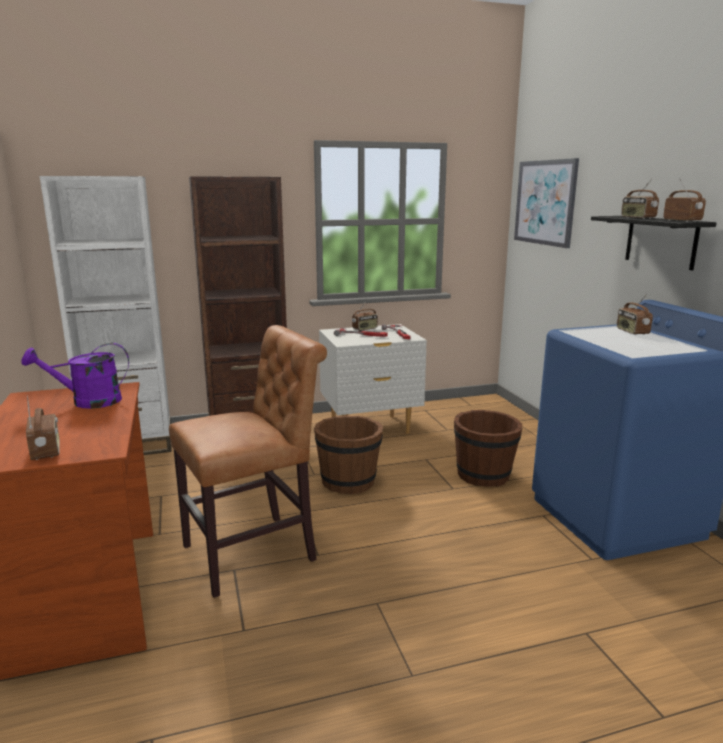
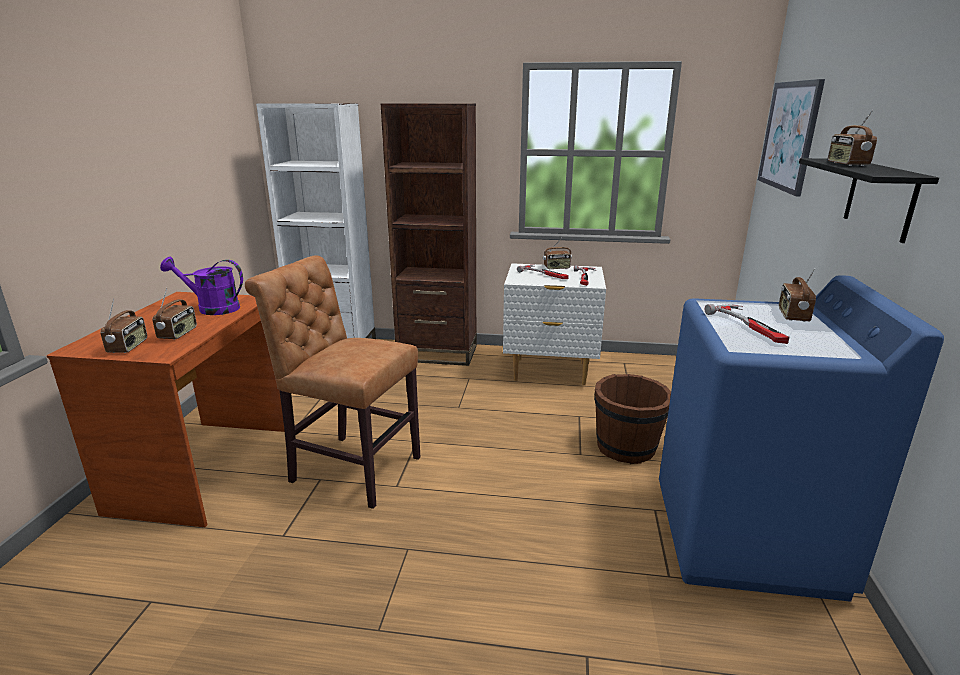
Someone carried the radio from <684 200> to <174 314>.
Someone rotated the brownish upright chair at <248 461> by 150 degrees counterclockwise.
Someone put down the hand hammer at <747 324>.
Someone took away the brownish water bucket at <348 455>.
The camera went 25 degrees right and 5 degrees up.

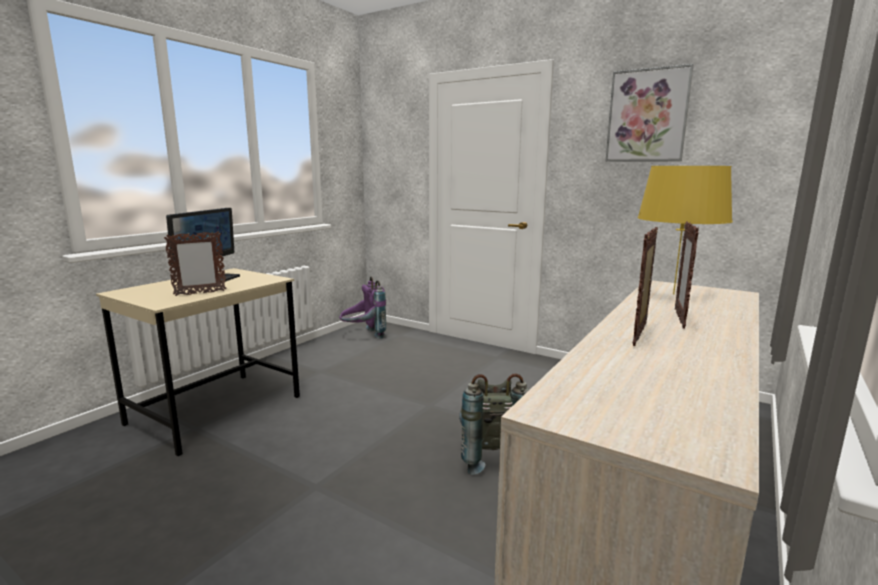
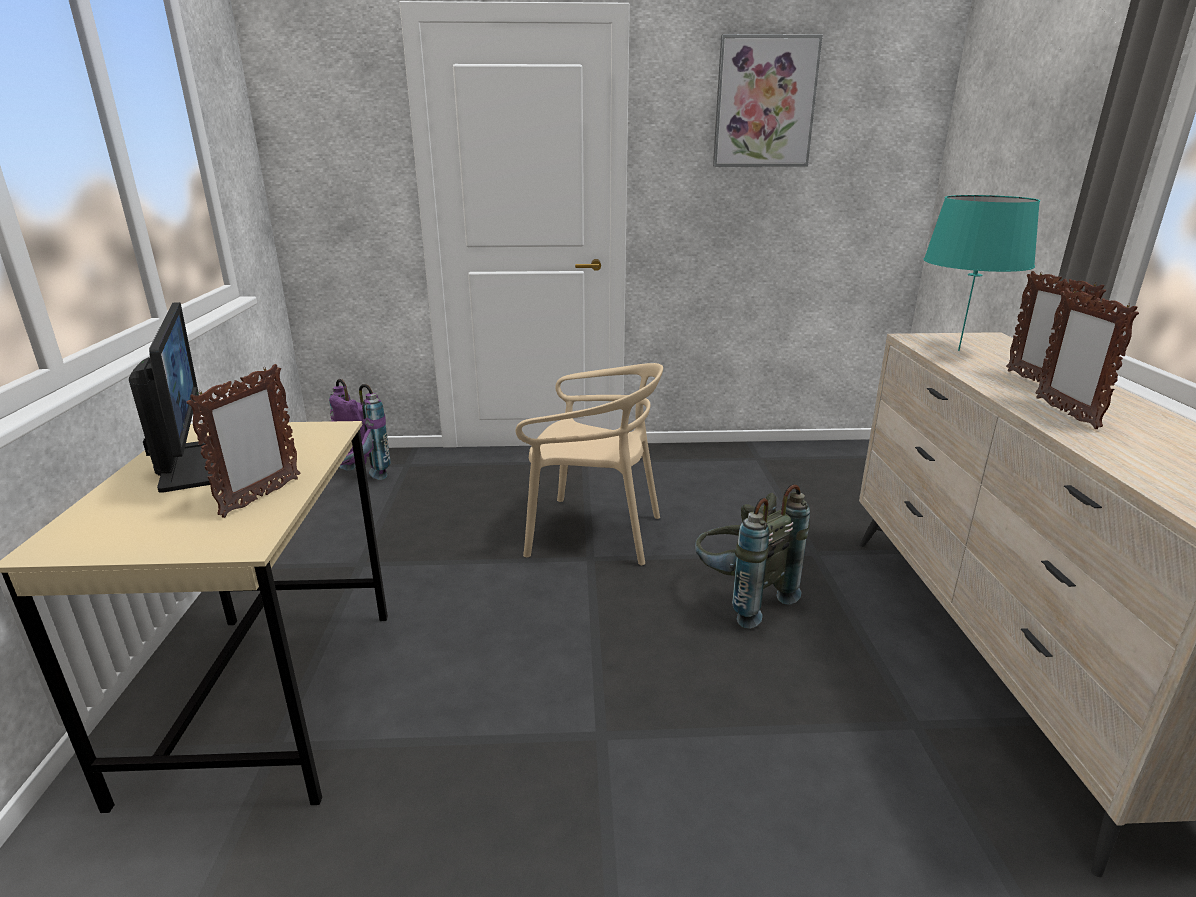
Someone put down the beige upright chair at <589 464>.
Someone repainted the yellow-coloured tabletop lamp at <685 230>, which became the blue-green tabletop lamp at <982 273>.
The camera went 35 degrees left and 10 degrees up.

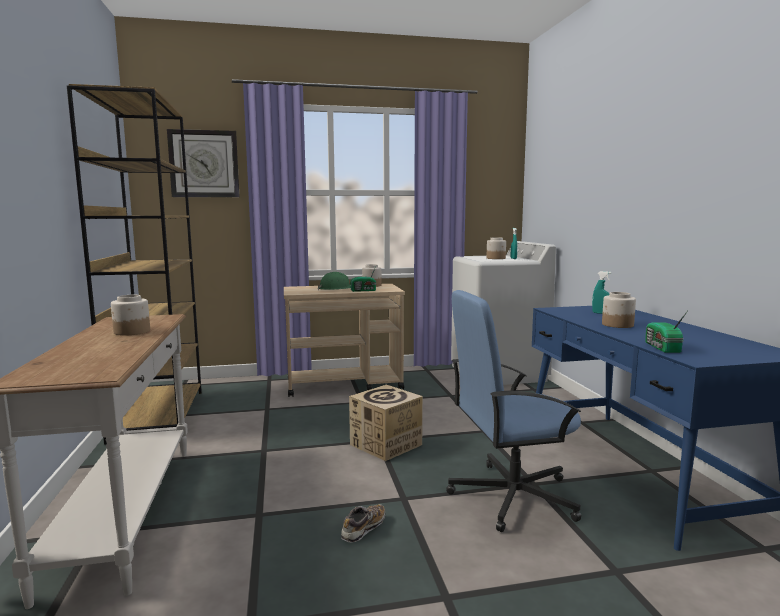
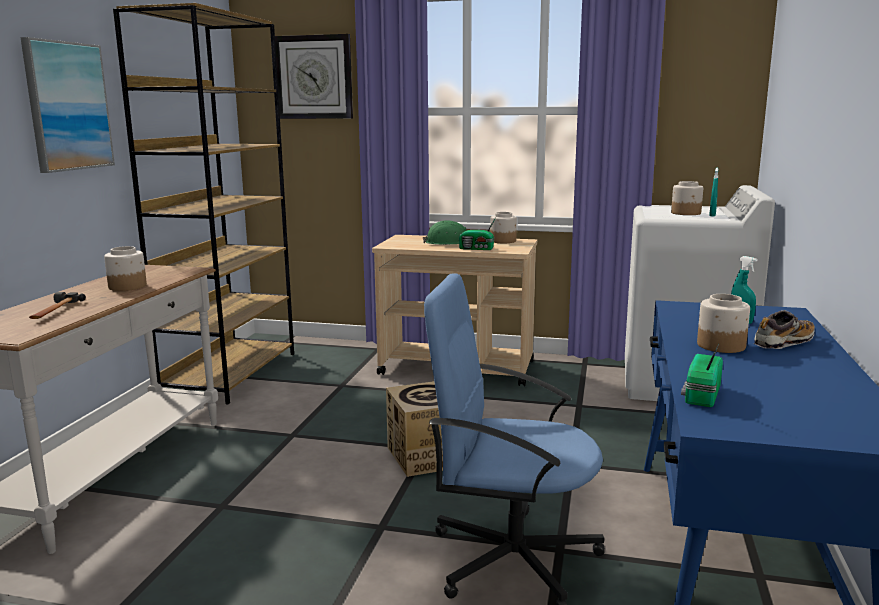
Someone put up the wall art at <67 105>.
Someone put down the hand hammer at <57 305>.
Someone carried the low shoe from <363 523> to <784 329>.
The camera went 25 degrees right and 5 degrees up.

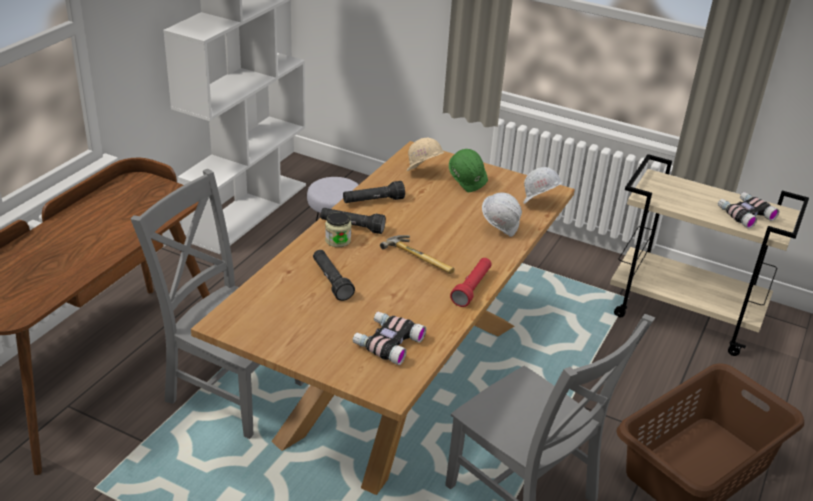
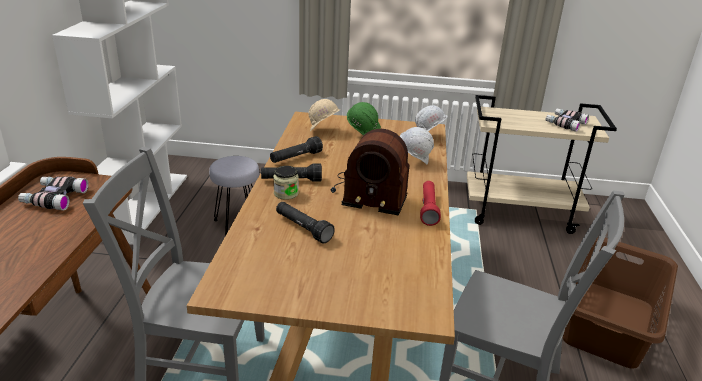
Someone carried the binoculars from <389 338> to <53 193>.
Someone swapped the hand hammer at <417 254> for the radio at <370 172>.
The camera went 20 degrees left and 5 degrees down.

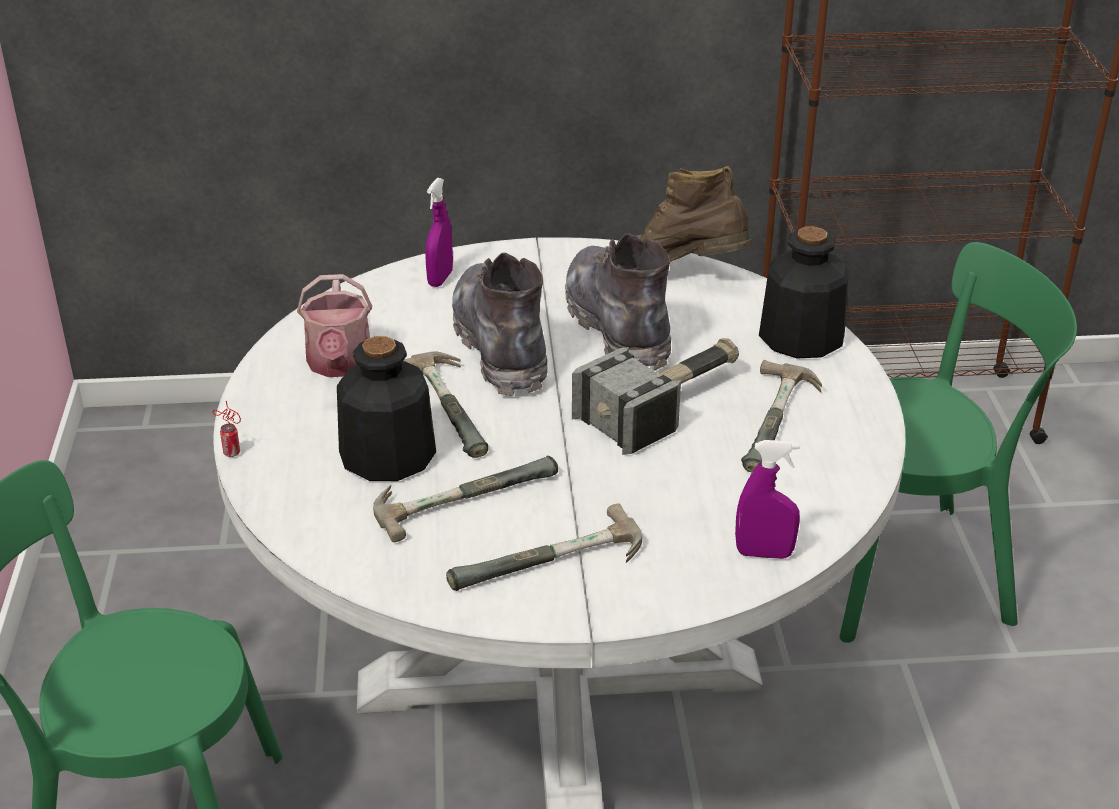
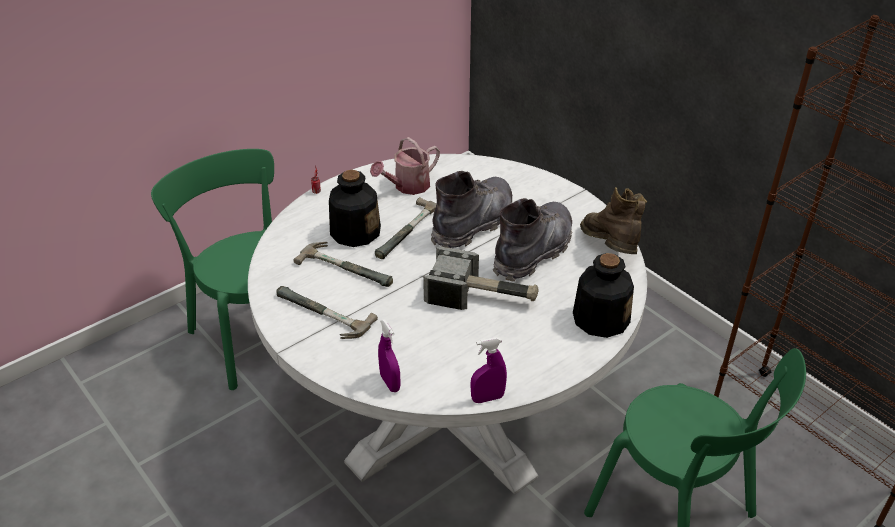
Someone carried the purplish spray bottle from <439 232> to <488 370>.
Someone took away the hand hammer at <781 416>.
The camera went 55 degrees right and 5 degrees up.

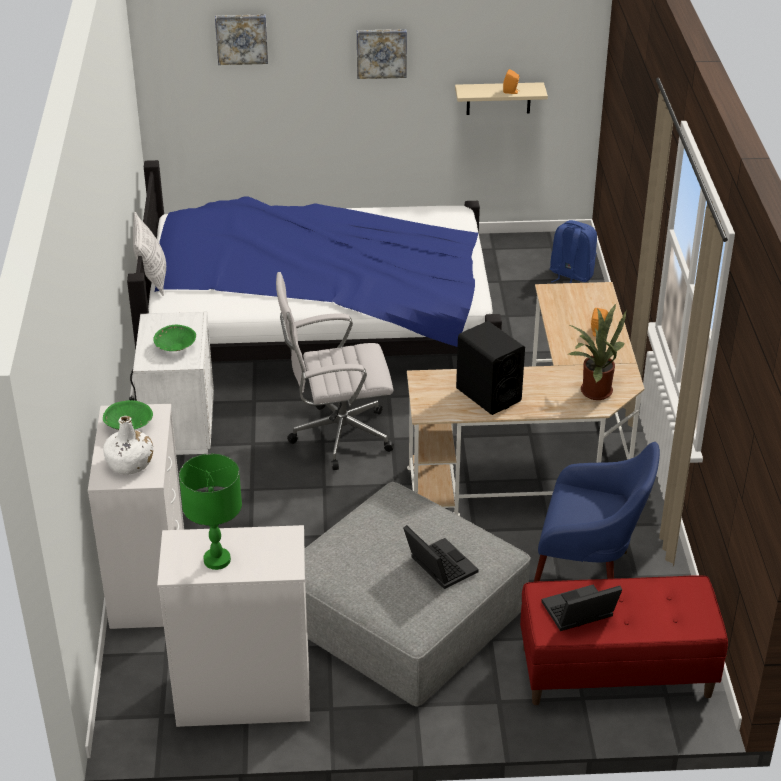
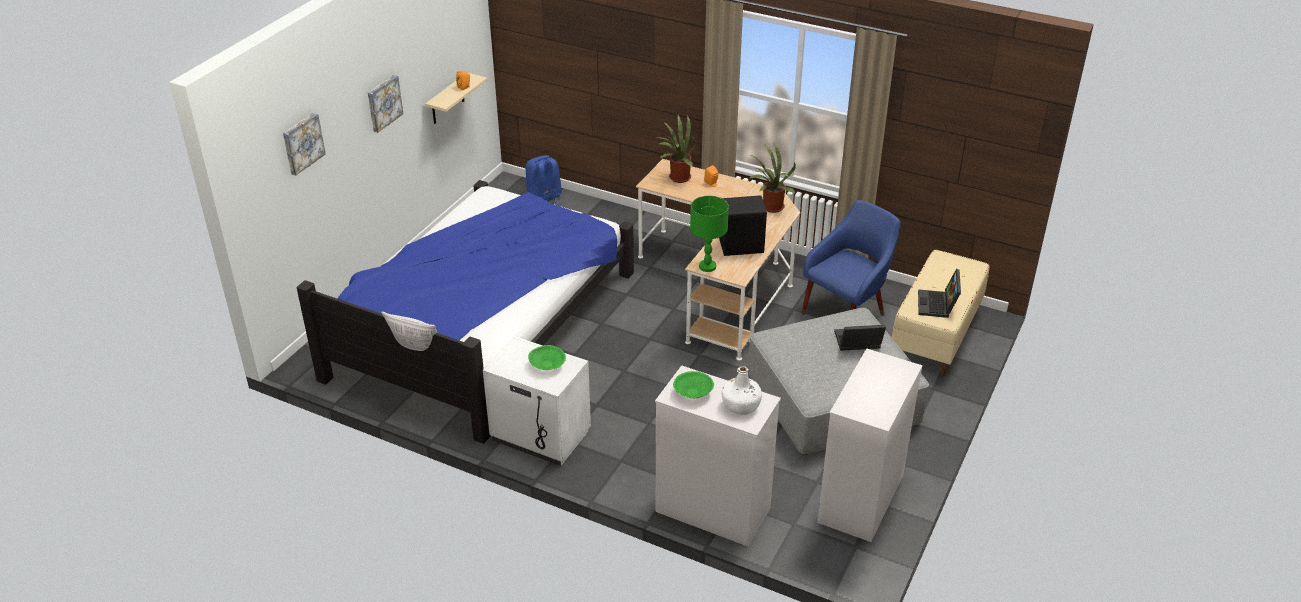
Someone put down the houseplant at <677 149>.
Someone carried the green-coloured tabletop lamp from <210 512> to <709 234>.
Someone repainted the reddish indoor bench at <624 640>, which became the beige indoor bench at <940 313>.
Someone took away the white-coloured desk chair at <335 371>.
The camera went 60 degrees left and 0 degrees up.

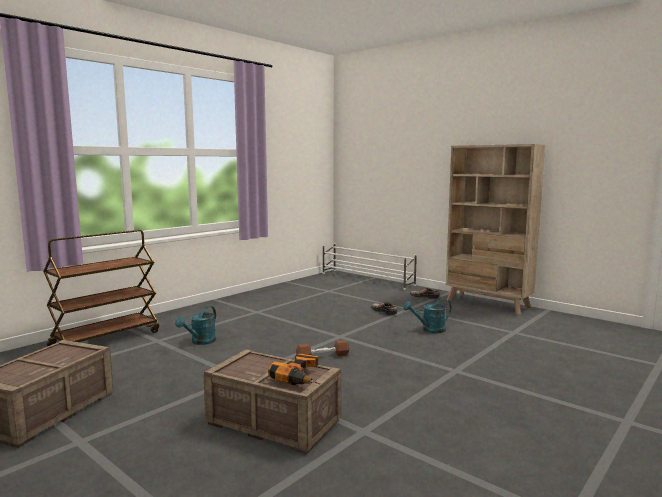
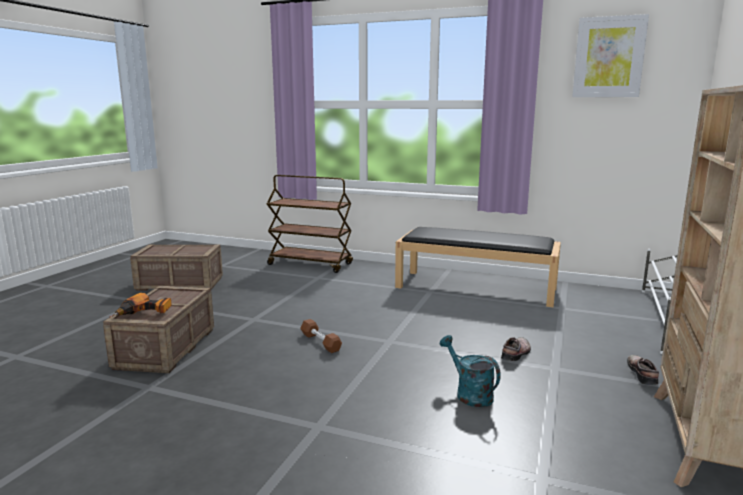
Someone put down the black-coloured indoor bench at <478 267>.
Someone put up the wall art at <610 55>.
Someone took away the blue-green sprinkling can at <195 325>.
The camera went 70 degrees right and 5 degrees up.

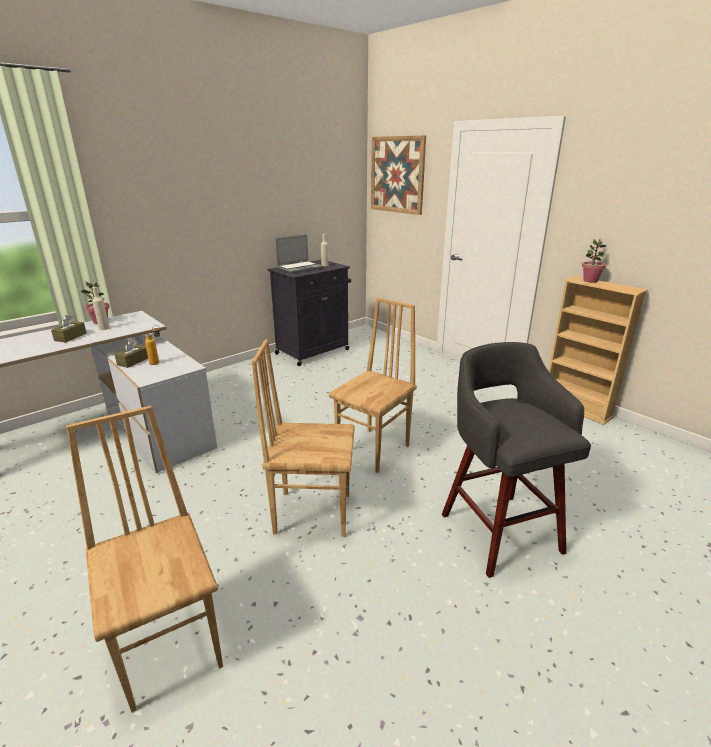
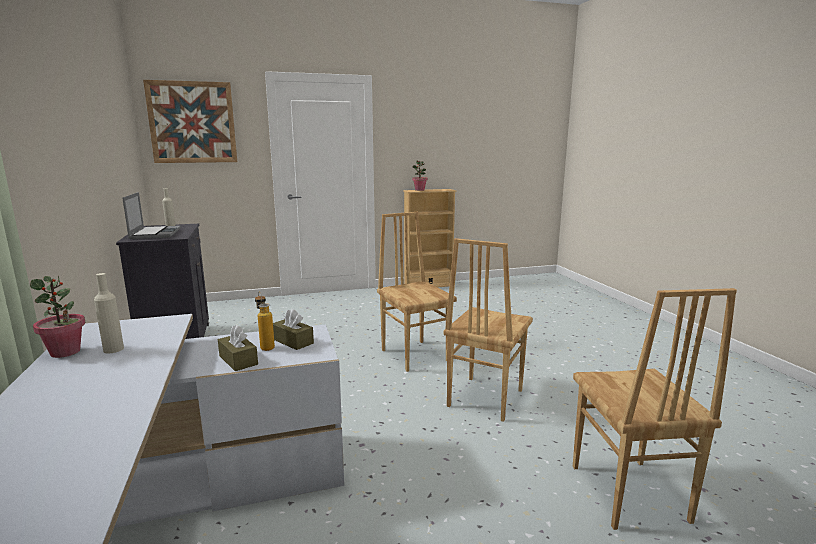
Someone carried the brownish tissue box from <69 328> to <293 329>.
Someone rotated the brownish upright chair at <144 559> by 90 degrees counterclockwise.
Someone took away the greyish stool at <516 460>.
The camera went 65 degrees left and 10 degrees down.

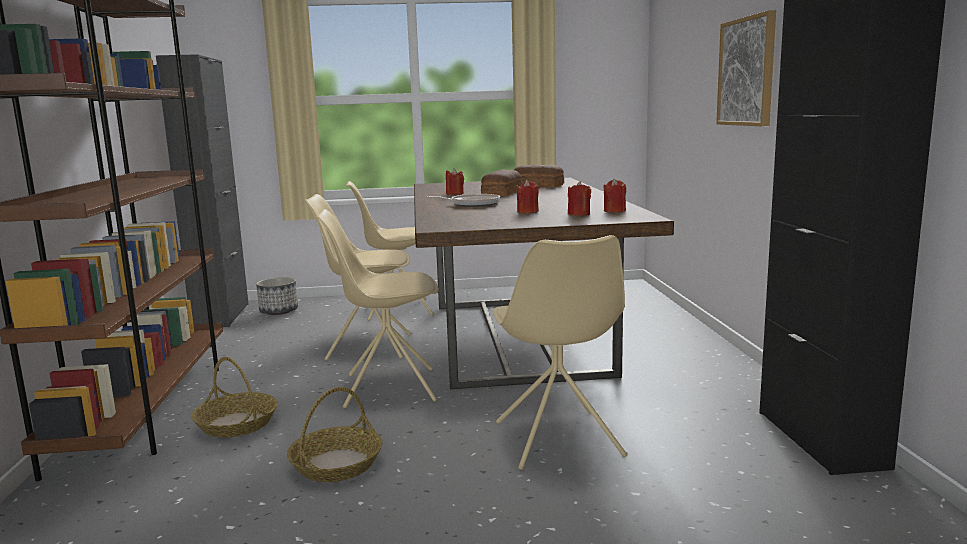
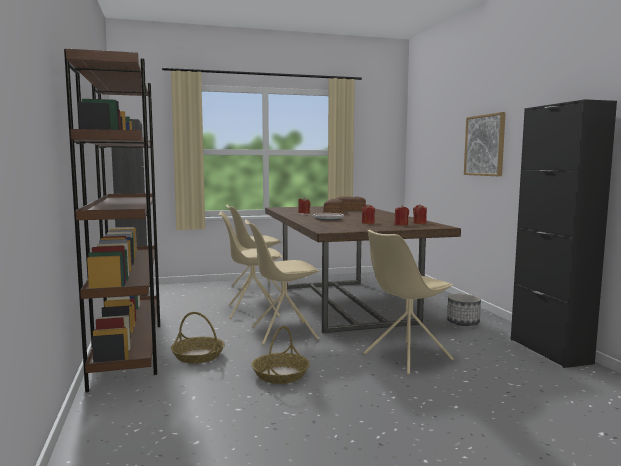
Someone rotated the beige upright chair at <560 352> by 75 degrees clockwise.
Someone carried the flower pot from <277 296> to <464 310>.
The camera went 10 degrees left and 5 degrees down.

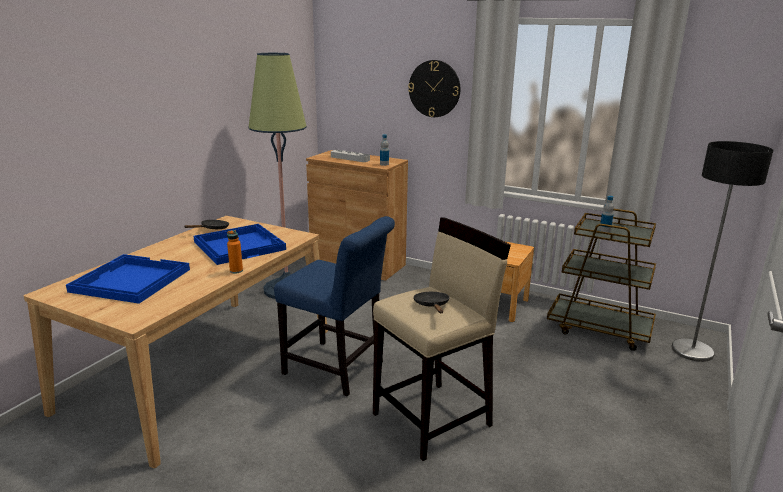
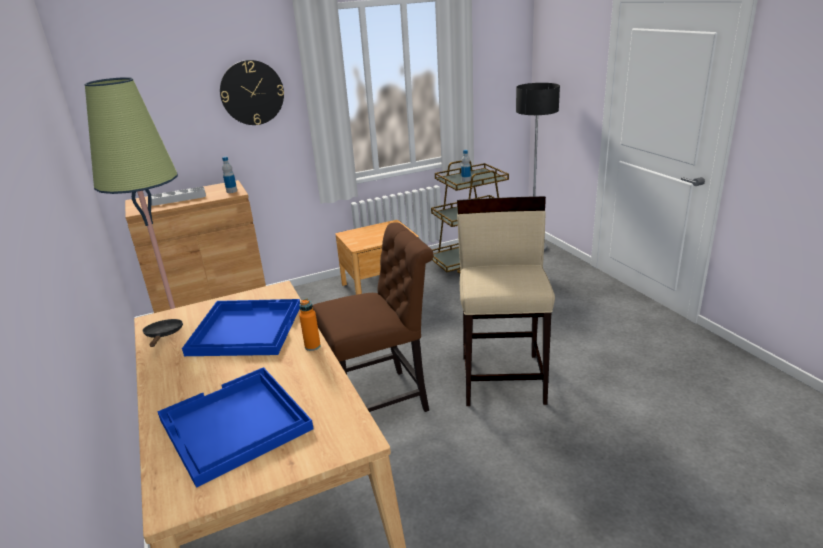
Someone repainted the blue upright chair at <334 306>, which became the brownish upright chair at <373 317>.
Someone took away the black-coloured pan at <431 302>.
The camera went 50 degrees left and 5 degrees up.

